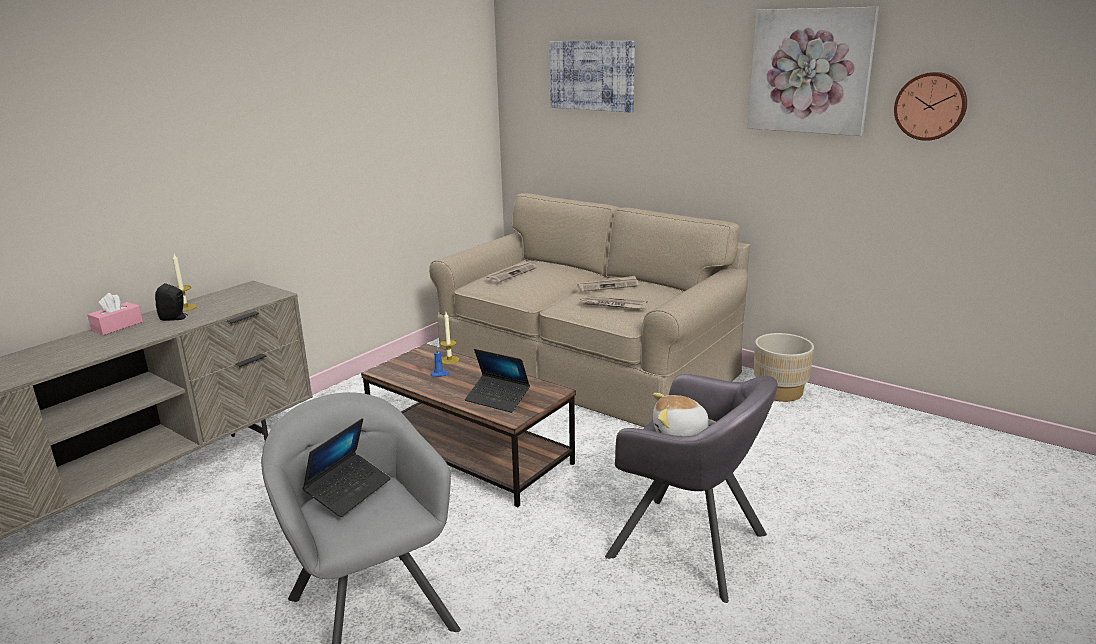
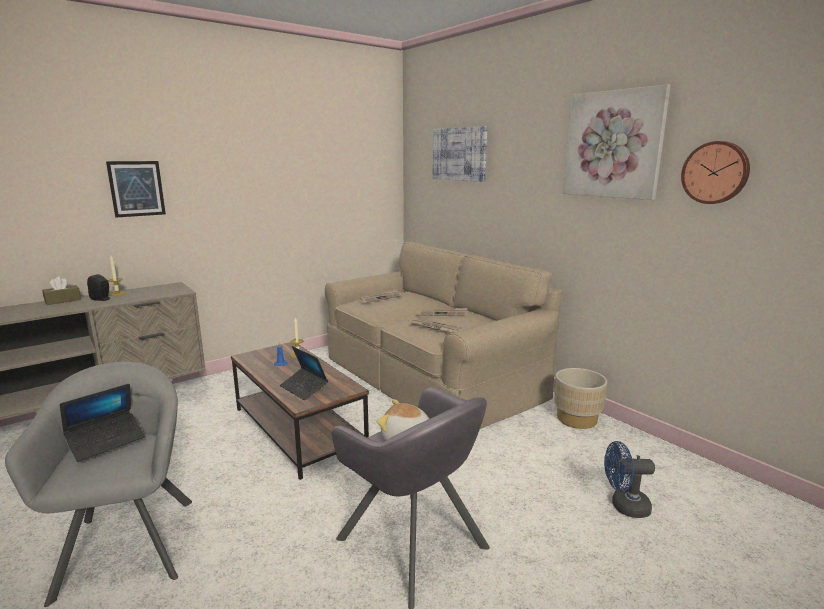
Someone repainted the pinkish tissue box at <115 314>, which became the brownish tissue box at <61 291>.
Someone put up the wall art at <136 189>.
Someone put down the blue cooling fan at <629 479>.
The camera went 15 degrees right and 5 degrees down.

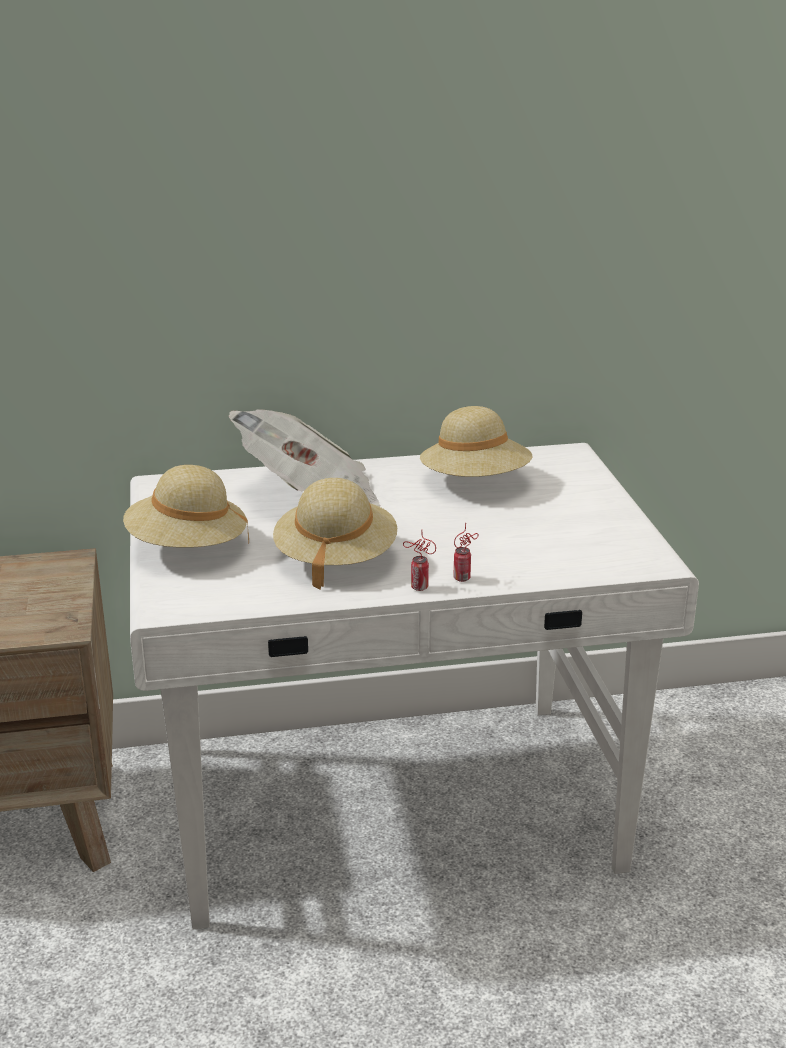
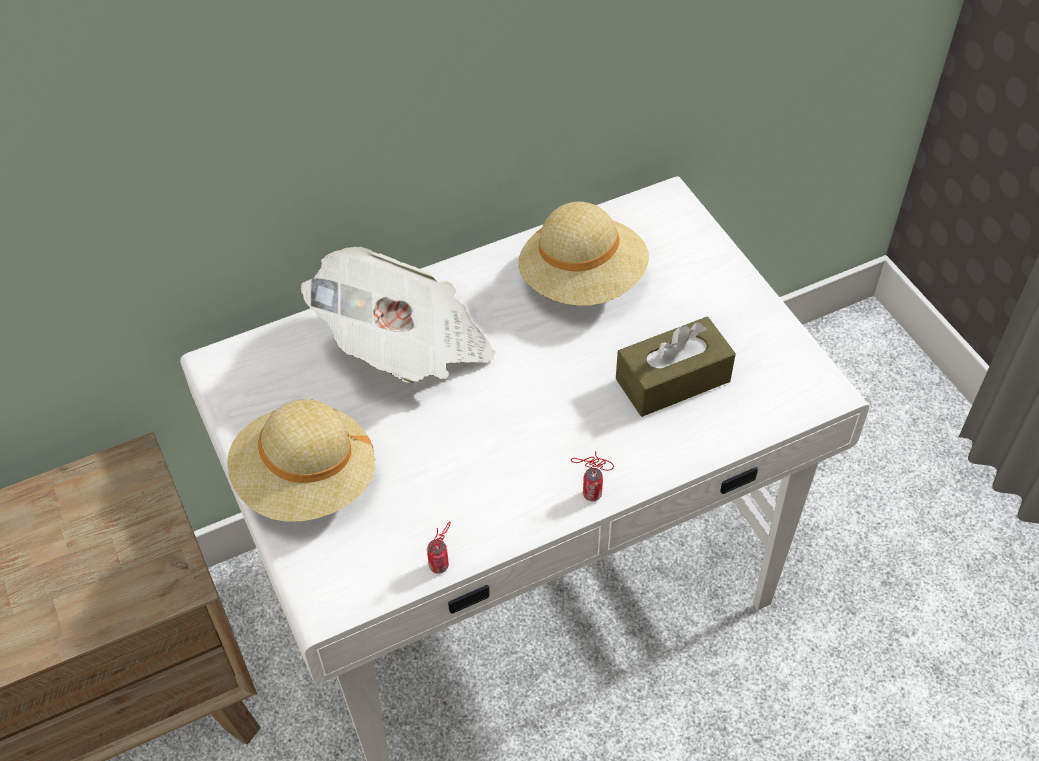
Someone carried the metal can from <465 552> to <439 547>.
Someone put down the brownish tissue box at <676 367>.
Someone took away the beige clothing hat at <335 534>.
The camera went 15 degrees left and 25 degrees up.

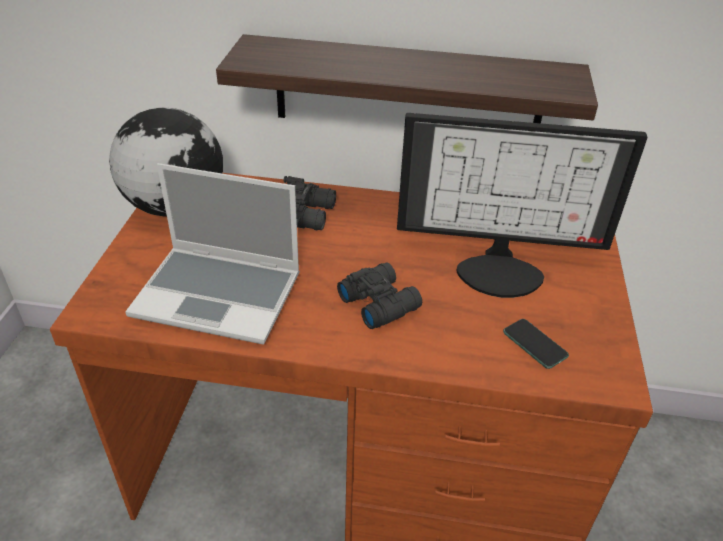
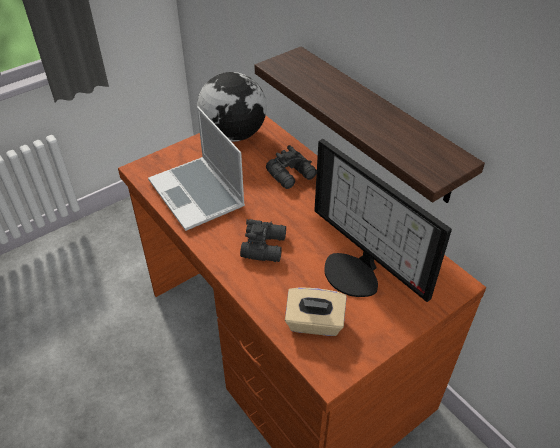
Someone swapped the telephone at <536 344> for the beige tissue box at <316 311>.
The camera went 45 degrees right and 5 degrees up.

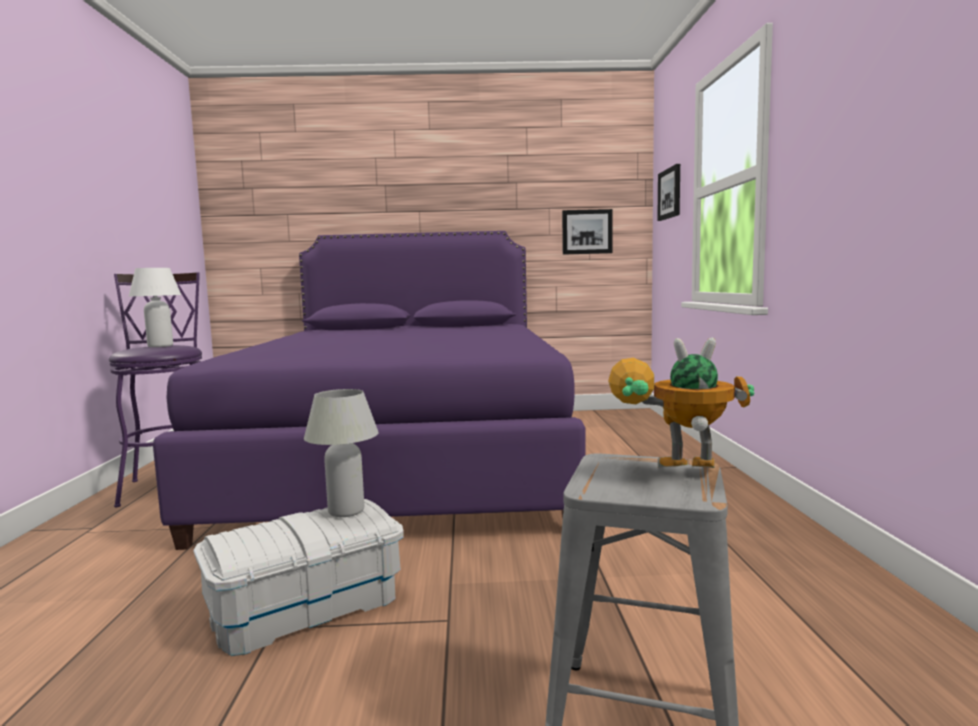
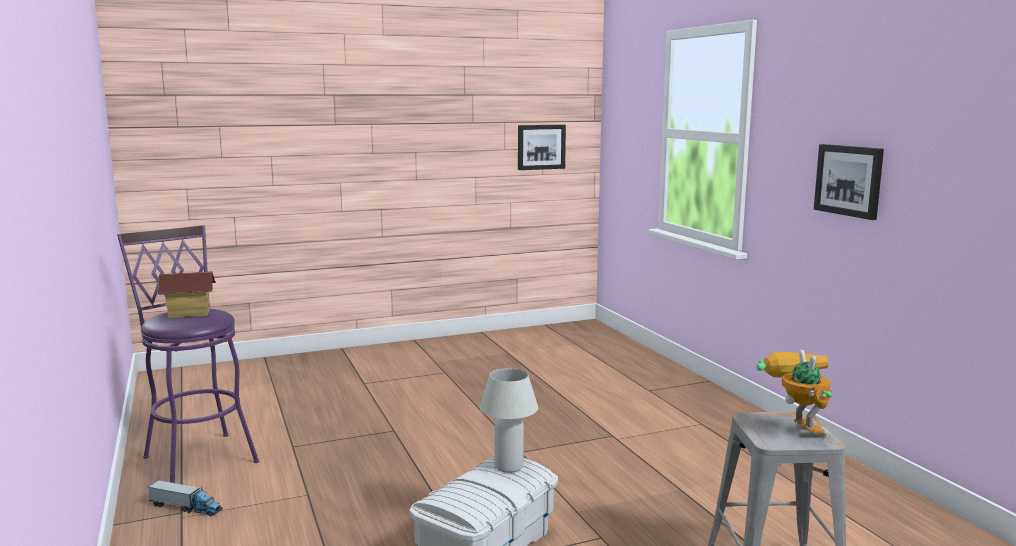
Someone put down the model truck at <185 498>.
Someone swapped the white-coloured tabletop lamp at <155 307> for the model house at <186 294>.
Someone rotated the robot figure at <681 403> by 90 degrees clockwise.
Someone carried the wall art from <668 192> to <849 182>.
Someone took away the purplish bed at <369 390>.
The camera went 20 degrees left and 5 degrees up.

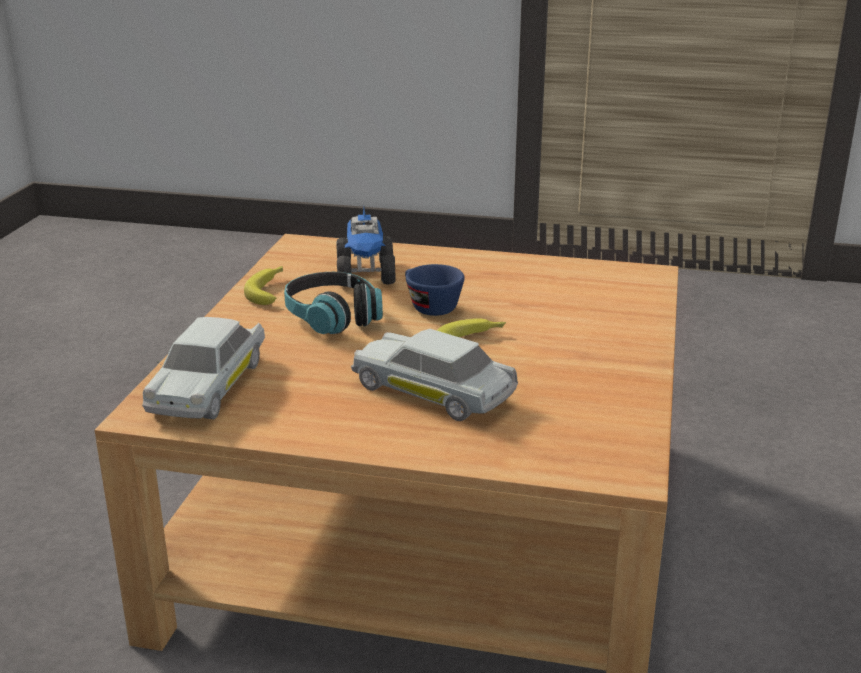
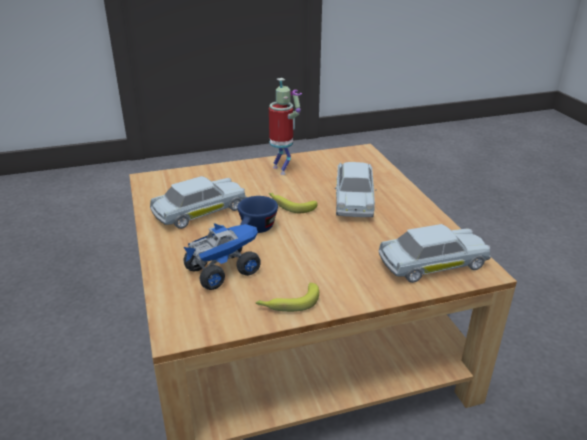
Someone put down the white-coloured miniature car at <198 202>.
Someone put down the robot figure at <285 126>.
Someone took away the headphones at <333 303>.
The camera went 120 degrees left and 5 degrees up.

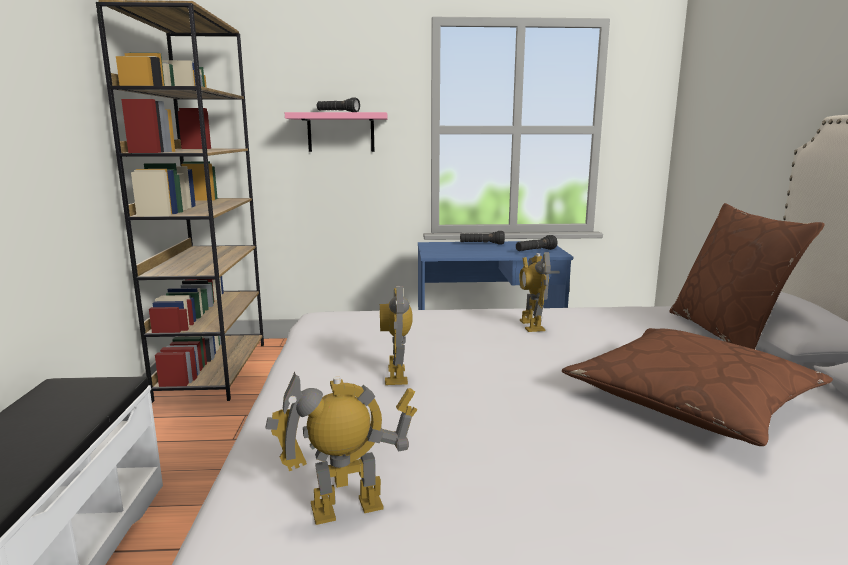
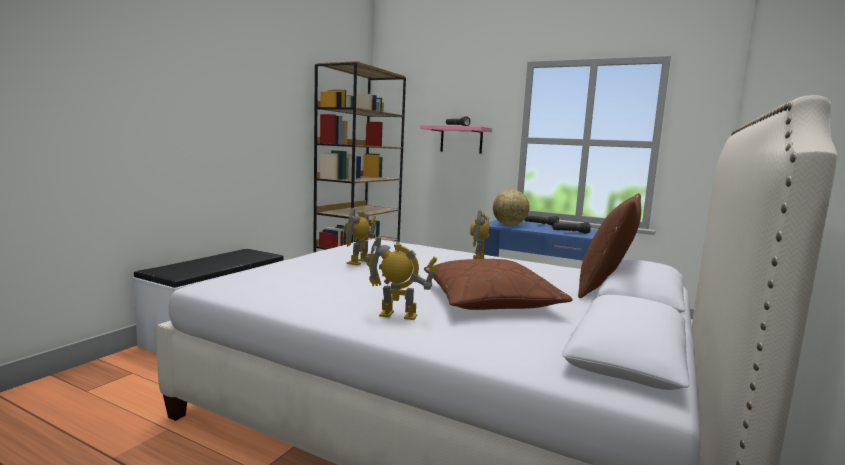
Someone carried the robot figure from <341 448> to <401 277>.
Someone put down the globe at <511 208>.
The camera went 30 degrees right and 5 degrees down.

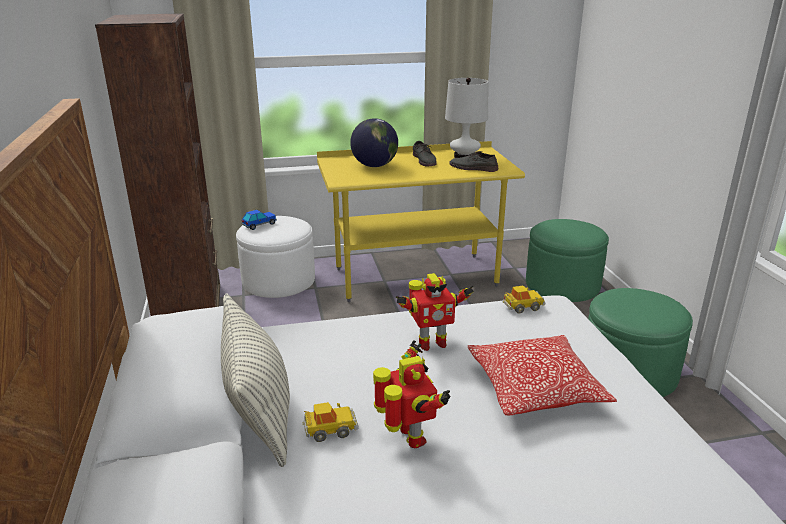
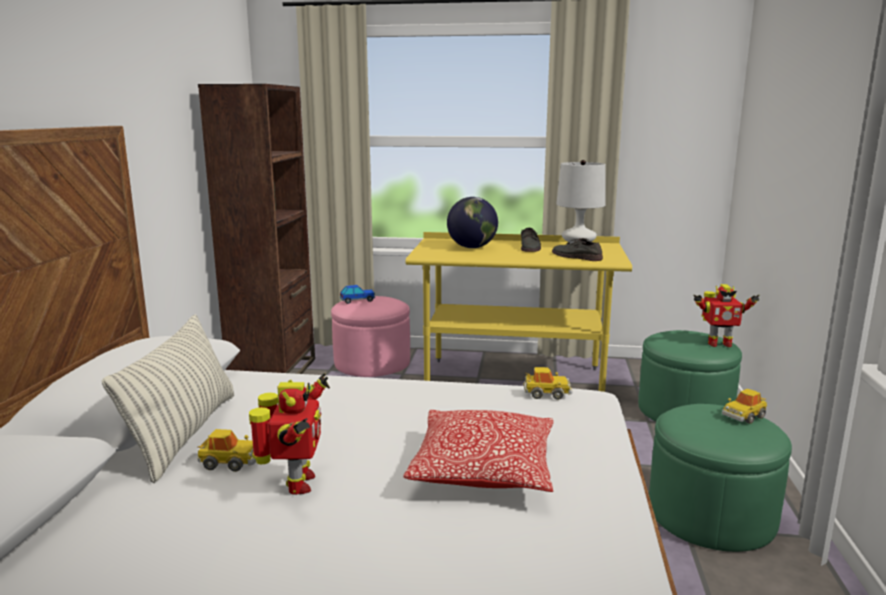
Someone repainted the white-coloured pouffe at <275 257>, which became the pinkish pouffe at <370 336>.
Someone carried the robot figure from <435 312> to <726 315>.
Someone put down the miniature car at <744 406>.
The camera went 20 degrees right and 10 degrees down.

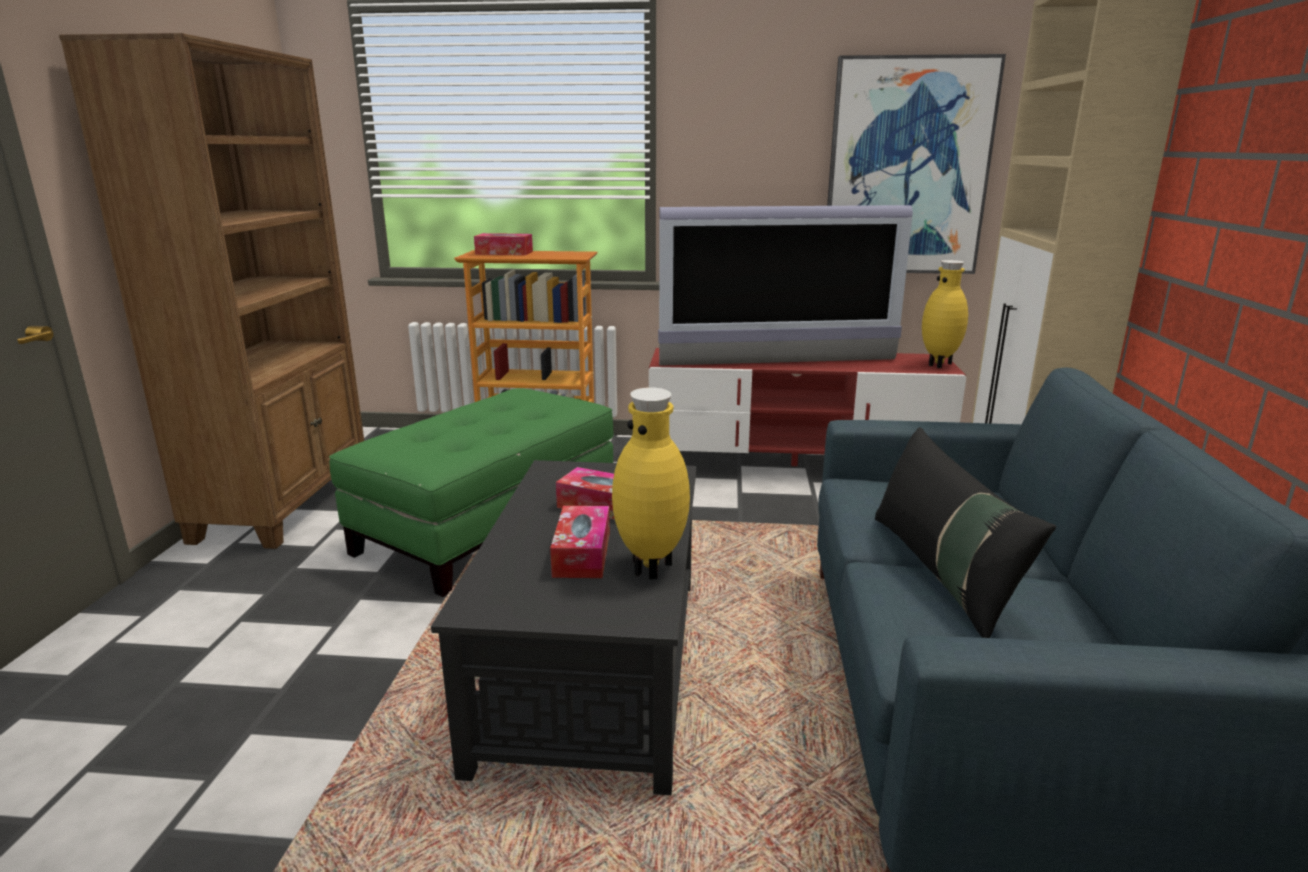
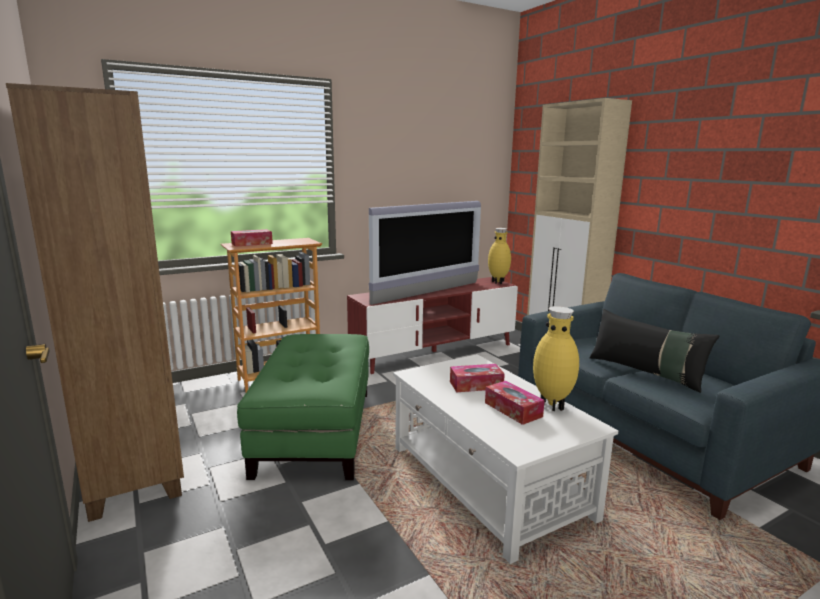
Someone repainted the black-coloured lounge table at <563 627>, which became the white-coloured lounge table at <505 459>.
Someone took away the wall art at <916 164>.
The camera went 35 degrees left and 5 degrees down.

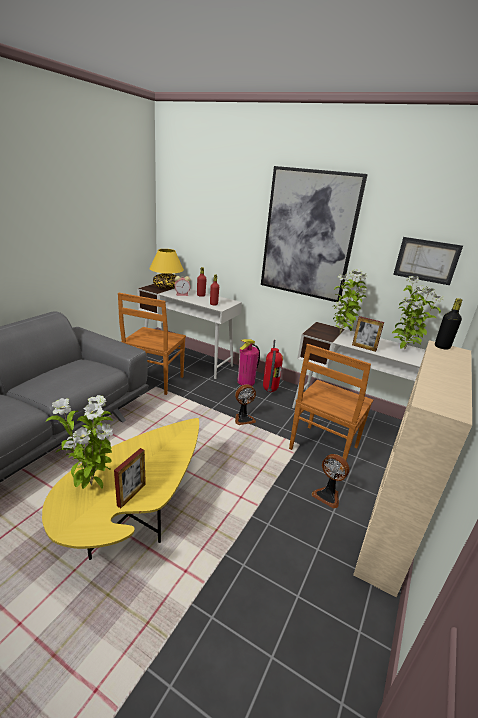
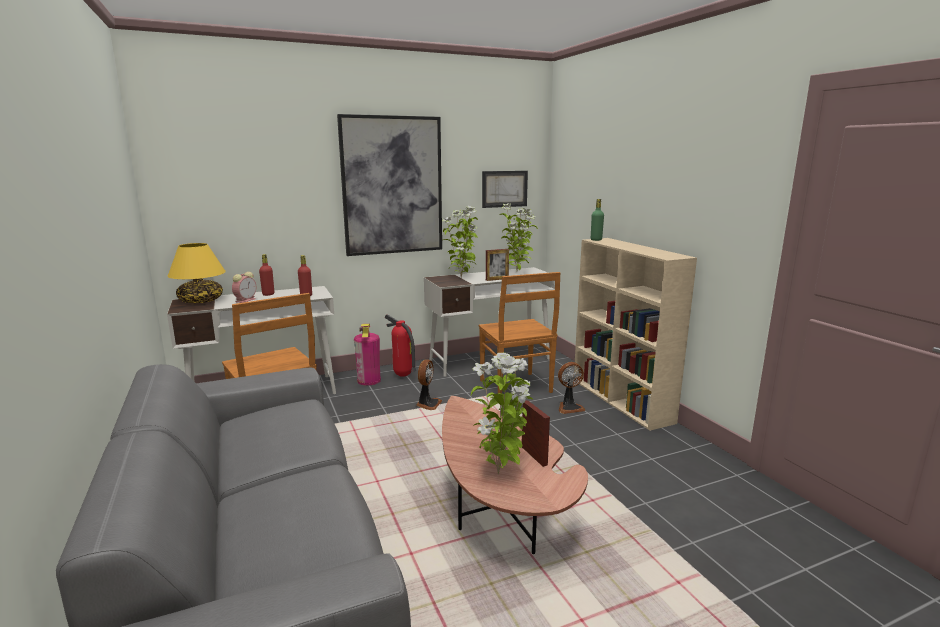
Someone repainted the yellow-coloured lounge table at <120 489>, which became the brownish lounge table at <515 475>.
Someone repainted the black-coloured bottle at <448 323>, which became the green-coloured bottle at <597 220>.
The camera went 50 degrees left and 10 degrees down.

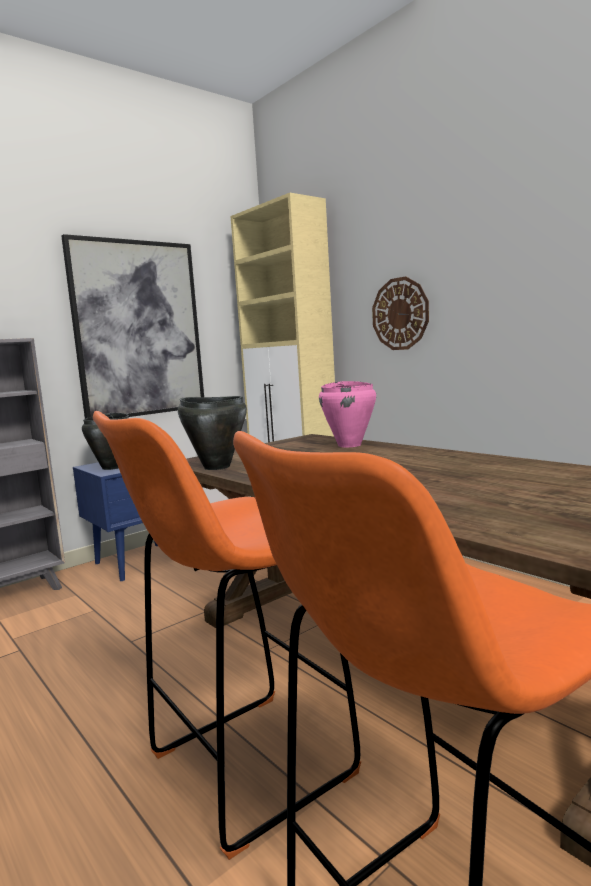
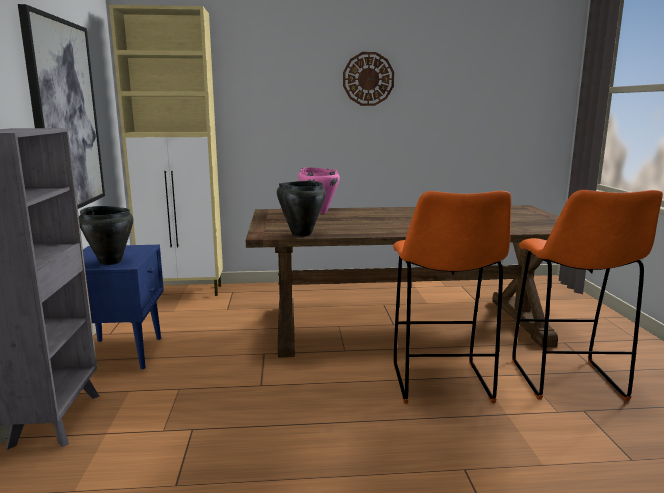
Someone carried the hanging clock from <400 313> to <368 79>.
The camera went 55 degrees left and 5 degrees up.

